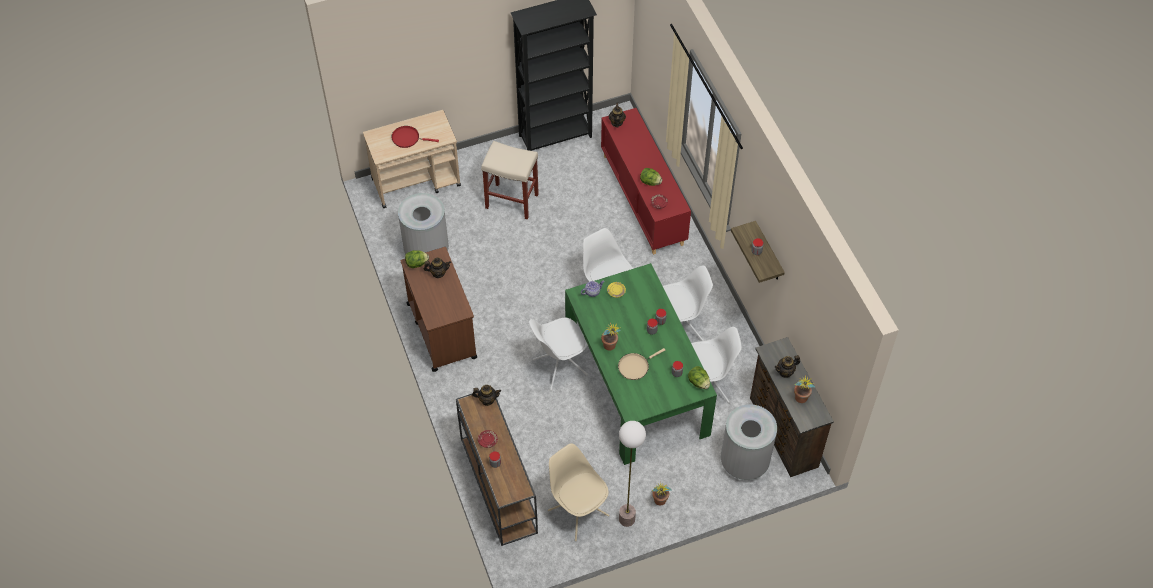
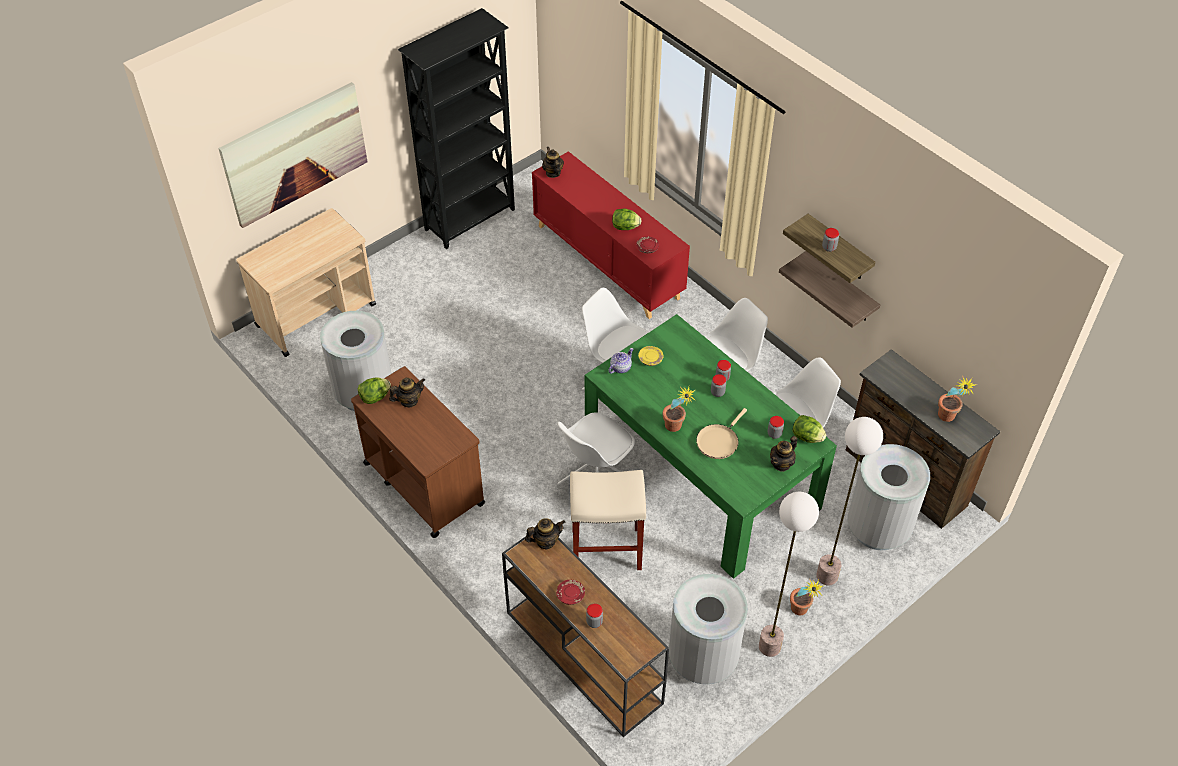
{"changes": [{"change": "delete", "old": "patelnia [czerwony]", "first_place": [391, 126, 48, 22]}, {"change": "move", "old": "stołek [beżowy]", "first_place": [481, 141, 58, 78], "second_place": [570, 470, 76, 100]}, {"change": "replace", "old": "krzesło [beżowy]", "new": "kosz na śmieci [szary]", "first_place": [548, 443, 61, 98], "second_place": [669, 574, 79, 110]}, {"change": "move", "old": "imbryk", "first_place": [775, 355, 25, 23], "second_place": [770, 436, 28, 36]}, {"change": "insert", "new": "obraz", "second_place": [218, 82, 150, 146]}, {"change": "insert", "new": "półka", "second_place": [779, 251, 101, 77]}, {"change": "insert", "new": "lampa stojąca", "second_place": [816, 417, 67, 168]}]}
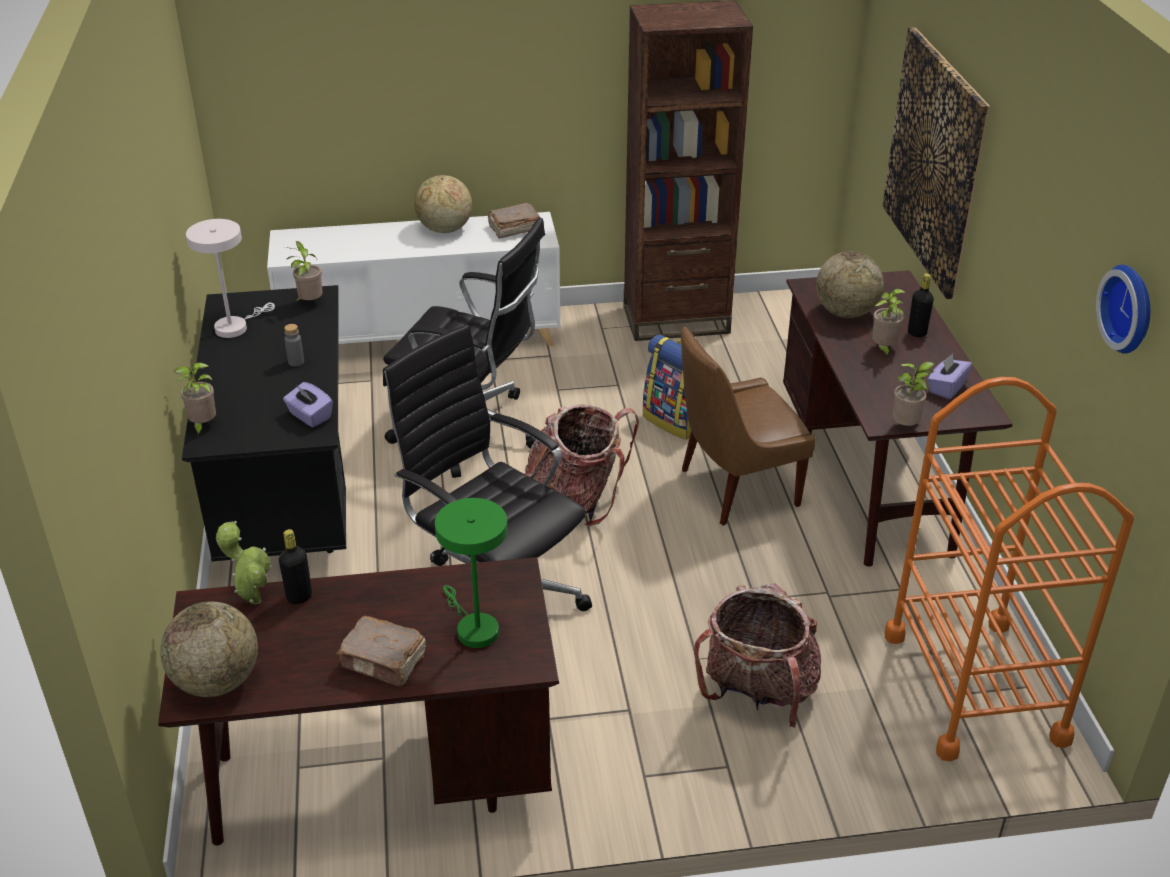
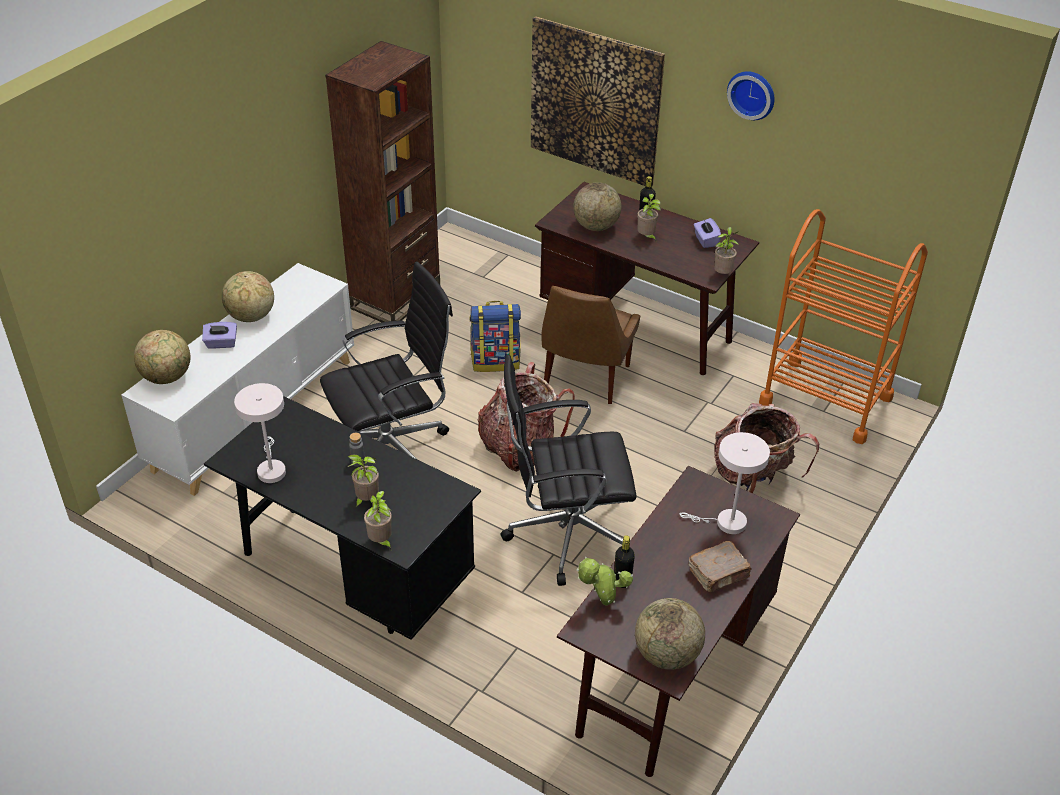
{"changes": [{"change": "move", "old": "pudełko chusteczek [fioletowy]", "first_place": [283, 382, 50, 45], "second_place": [202, 322, 35, 27]}, {"change": "move", "old": "roślina doniczkowa", "first_place": [285, 241, 38, 60], "second_place": [348, 455, 31, 53]}, {"change": "recolor", "old": "lampa stołowa [zielony]", "new": "lampa stołowa [biały]", "first_place": [435, 498, 73, 150], "second_place": [679, 432, 91, 102]}, {"change": "delete", "old": "książka [brązowy]", "first_place": [488, 203, 52, 36]}, {"change": "move", "old": "zegar ścienny", "first_place": [1096, 265, 54, 89], "second_place": [727, 71, 48, 49]}, {"change": "insert", "new": "globus", "second_place": [134, 330, 57, 54]}]}
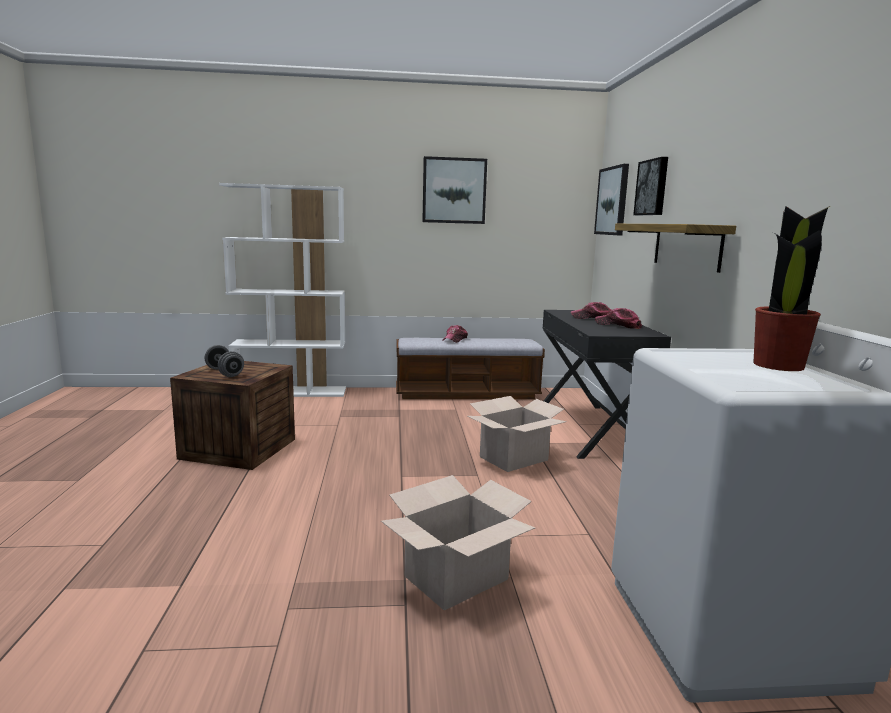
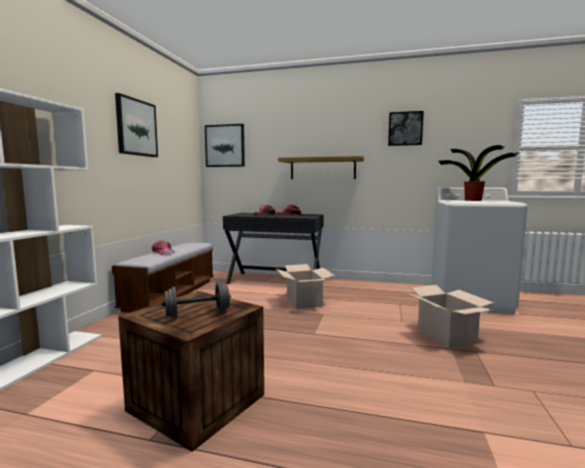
{"changes": [{"change": "move", "old": "obraz", "first_place": [633, 157, 35, 58], "second_place": [388, 111, 36, 35]}]}
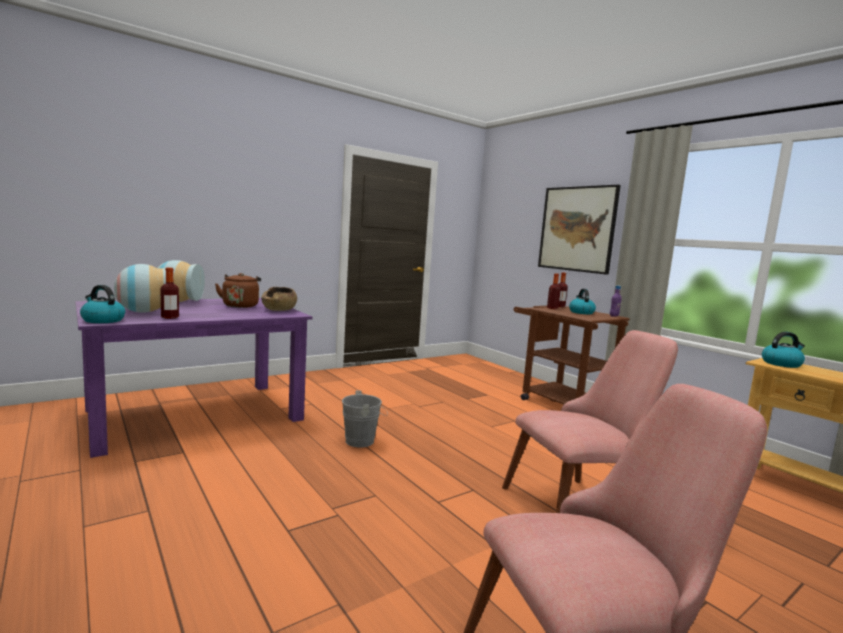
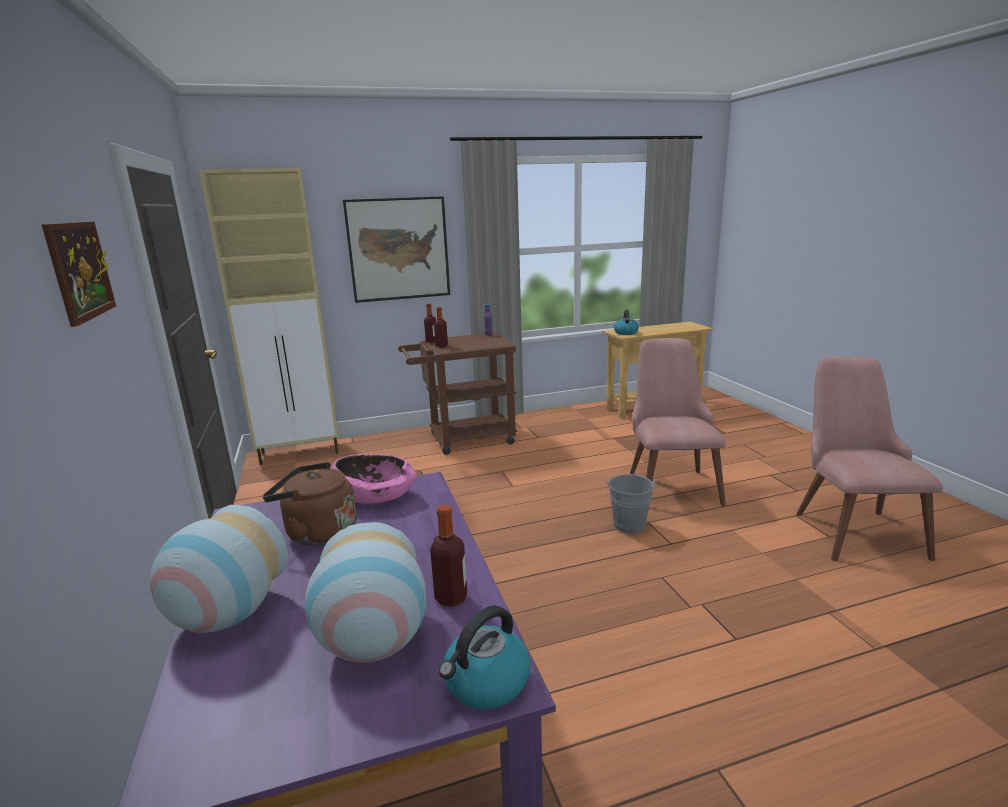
{"changes": [{"change": "recolor", "old": "miska [brązowy]", "new": "miska [różowy]", "first_place": [261, 287, 36, 24], "second_place": [331, 454, 86, 50]}, {"change": "move", "old": "wiadro [szary]", "first_place": [342, 390, 46, 57], "second_place": [607, 474, 49, 60]}, {"change": "delete", "old": "czajnik", "first_place": [569, 289, 27, 25]}, {"change": "insert", "new": "obraz", "second_place": [42, 222, 74, 105]}, {"change": "insert", "new": "szafka [beżowy]", "second_place": [199, 168, 139, 297]}]}
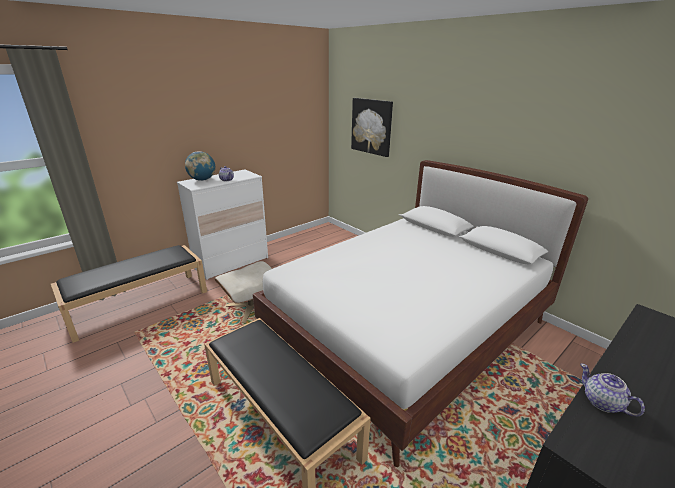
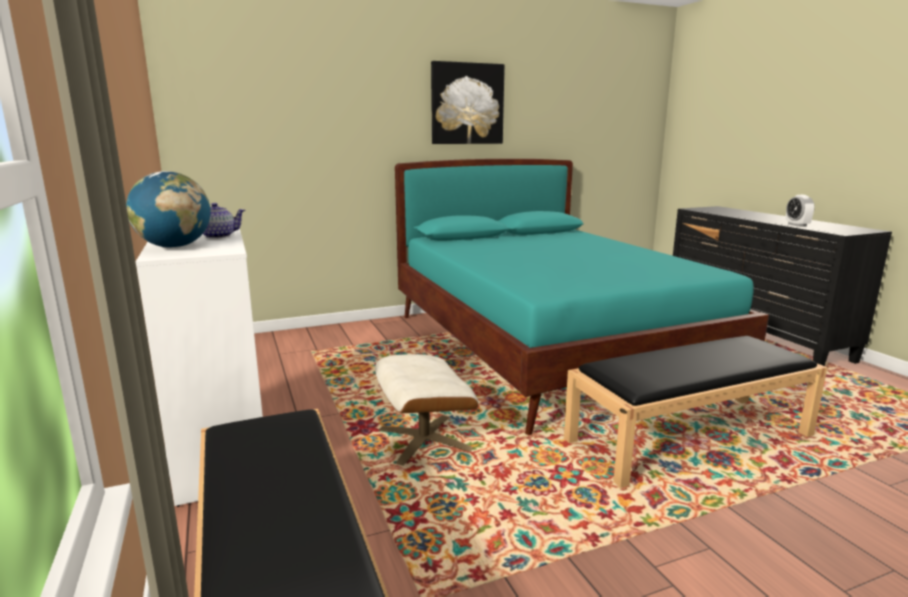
{"changes": [{"change": "recolor", "old": "łóżko [biały]", "new": "łóżko [turkusowy]", "first_place": [253, 160, 335, 307], "second_place": [395, 159, 374, 276]}, {"change": "move", "old": "obraz", "first_place": [351, 98, 42, 59], "second_place": [431, 61, 74, 83]}, {"change": "replace", "old": "imbryk", "new": "budzik", "first_place": [580, 363, 65, 54], "second_place": [786, 195, 29, 32]}]}
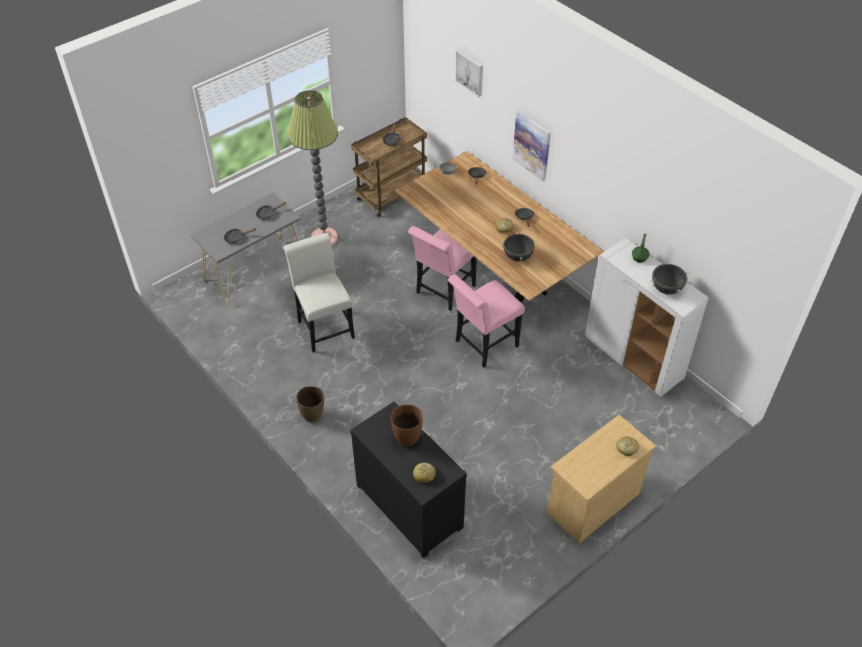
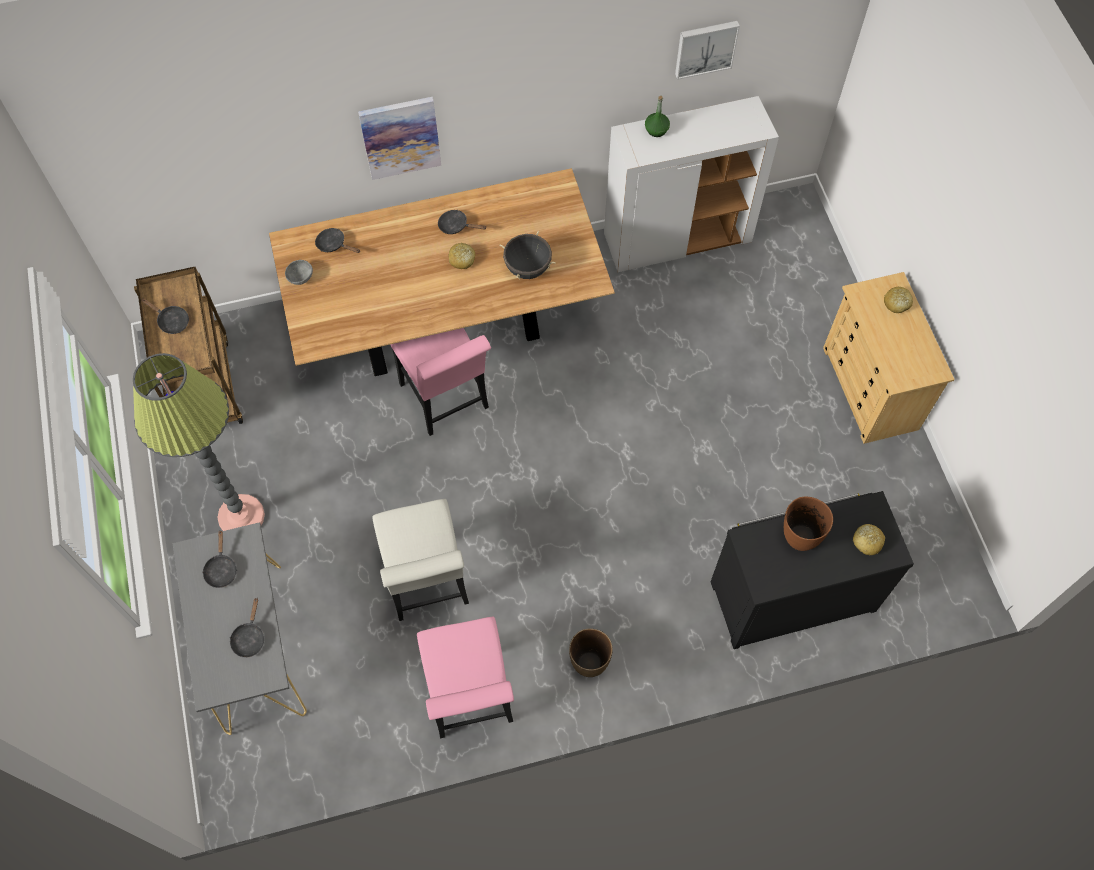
{"changes": [{"change": "rotate", "old": "krzesło [biały]", "first_place": [283, 233, 72, 119], "second_place": [372, 499, 97, 122], "degrees": -105}, {"change": "move", "old": "krzesło [różowy]", "first_place": [448, 274, 77, 94], "second_place": [417, 616, 97, 122]}, {"change": "move", "old": "obraz", "first_place": [455, 50, 28, 47], "second_place": [675, 21, 65, 59]}, {"change": "delete", "old": "garnek [czarny]", "first_place": [650, 262, 39, 32]}]}
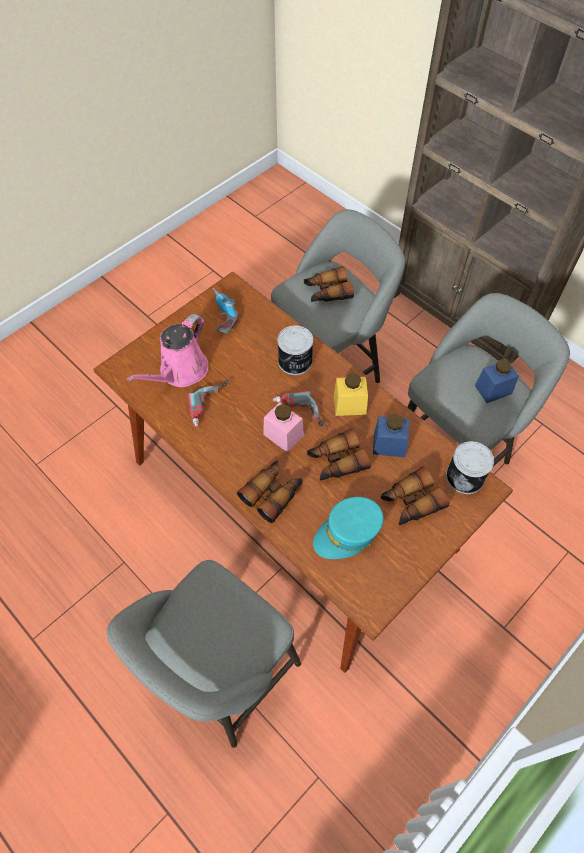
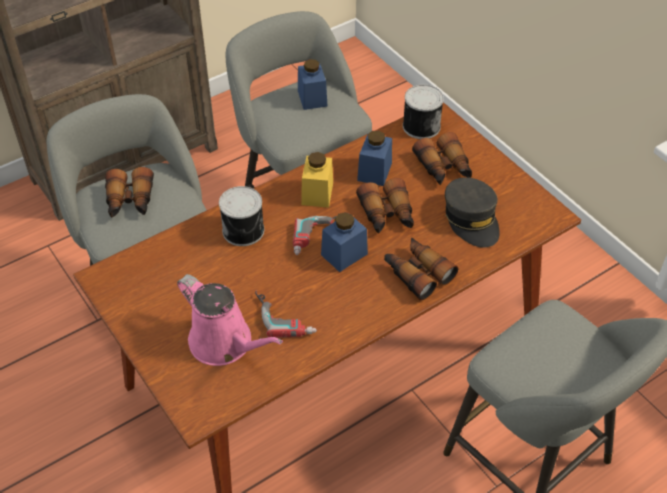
{"changes": [{"change": "delete", "old": "wiertarka", "first_place": [213, 288, 25, 45]}, {"change": "recolor", "old": "słoik [różowy]", "new": "słoik [niebieski]", "first_place": [263, 402, 41, 51], "second_place": [321, 212, 47, 60]}, {"change": "recolor", "old": "czapka z daszkiem [turkusowy]", "new": "czapka z daszkiem [szary]", "first_place": [313, 497, 70, 62], "second_place": [445, 177, 55, 71]}]}
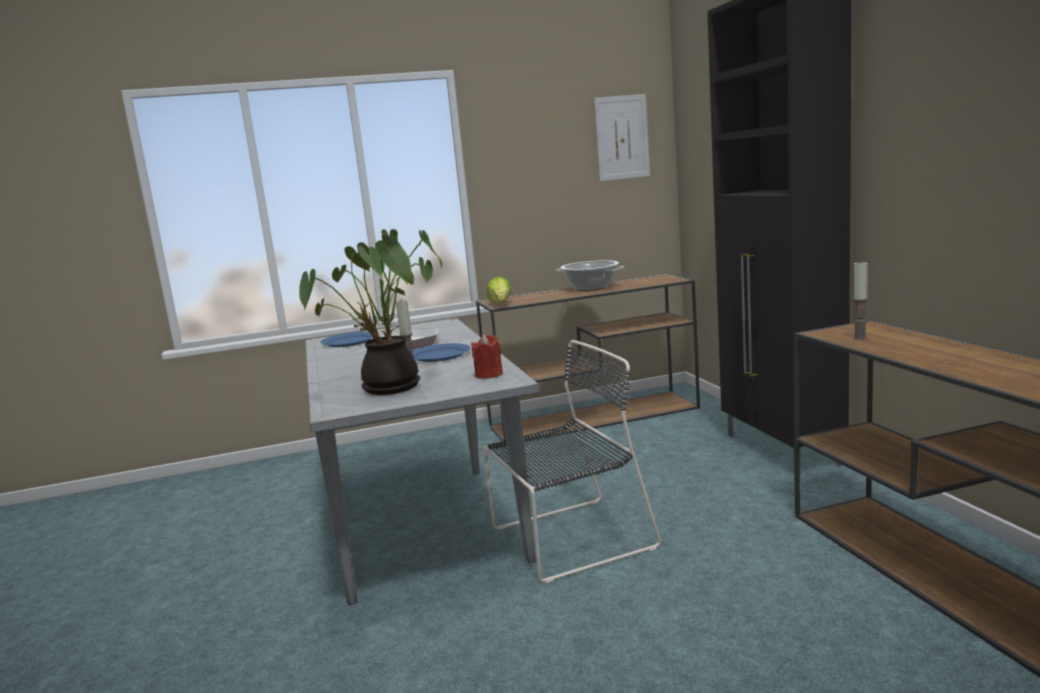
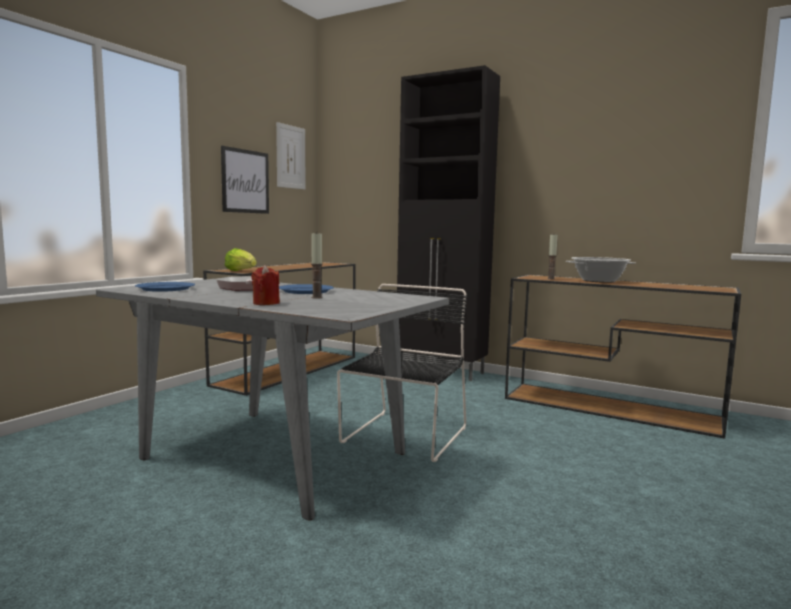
{"changes": [{"change": "delete", "old": "roślina doniczkowa", "first_place": [299, 229, 143, 166]}, {"change": "move", "old": "świeca [czerwony]", "first_place": [471, 335, 32, 44], "second_place": [252, 265, 28, 40]}, {"change": "move", "old": "garnek", "first_place": [556, 260, 68, 31], "second_place": [566, 257, 70, 26]}, {"change": "insert", "new": "obraz", "second_place": [221, 146, 48, 68]}]}
